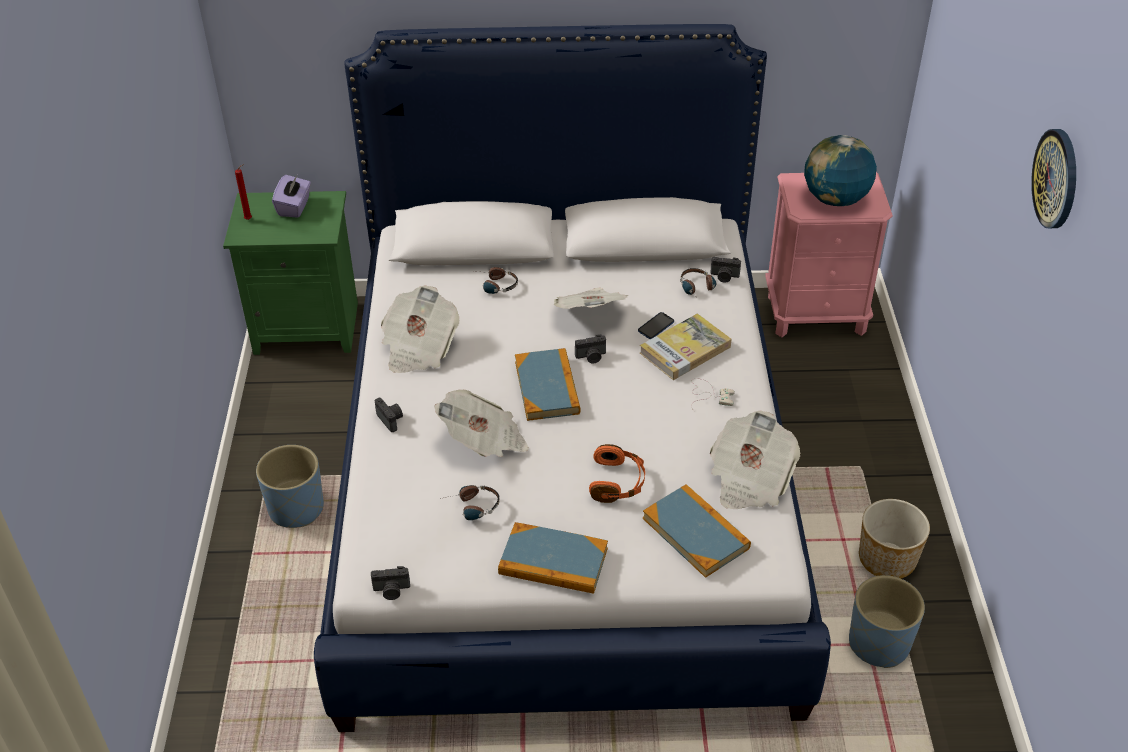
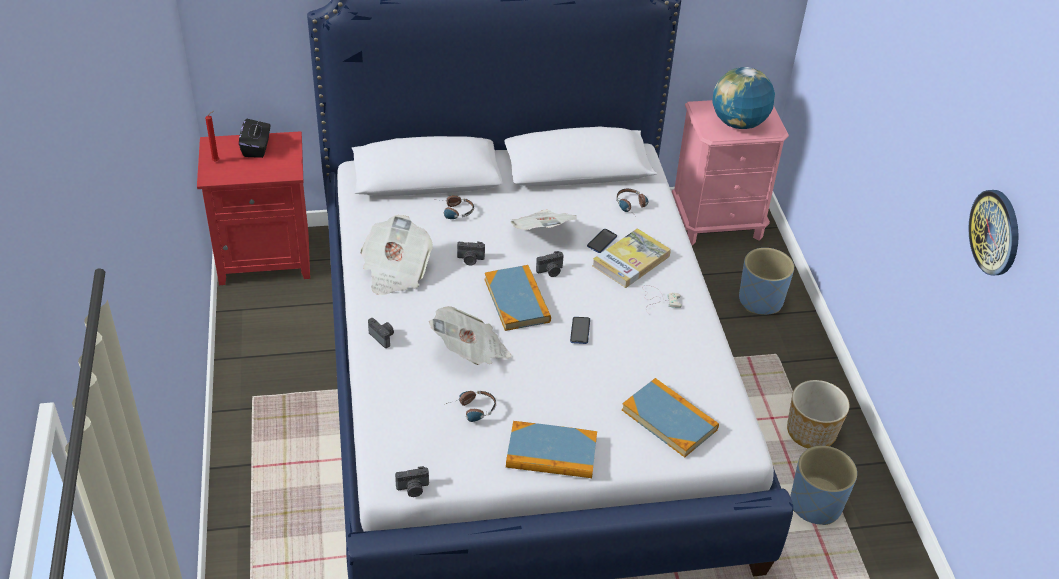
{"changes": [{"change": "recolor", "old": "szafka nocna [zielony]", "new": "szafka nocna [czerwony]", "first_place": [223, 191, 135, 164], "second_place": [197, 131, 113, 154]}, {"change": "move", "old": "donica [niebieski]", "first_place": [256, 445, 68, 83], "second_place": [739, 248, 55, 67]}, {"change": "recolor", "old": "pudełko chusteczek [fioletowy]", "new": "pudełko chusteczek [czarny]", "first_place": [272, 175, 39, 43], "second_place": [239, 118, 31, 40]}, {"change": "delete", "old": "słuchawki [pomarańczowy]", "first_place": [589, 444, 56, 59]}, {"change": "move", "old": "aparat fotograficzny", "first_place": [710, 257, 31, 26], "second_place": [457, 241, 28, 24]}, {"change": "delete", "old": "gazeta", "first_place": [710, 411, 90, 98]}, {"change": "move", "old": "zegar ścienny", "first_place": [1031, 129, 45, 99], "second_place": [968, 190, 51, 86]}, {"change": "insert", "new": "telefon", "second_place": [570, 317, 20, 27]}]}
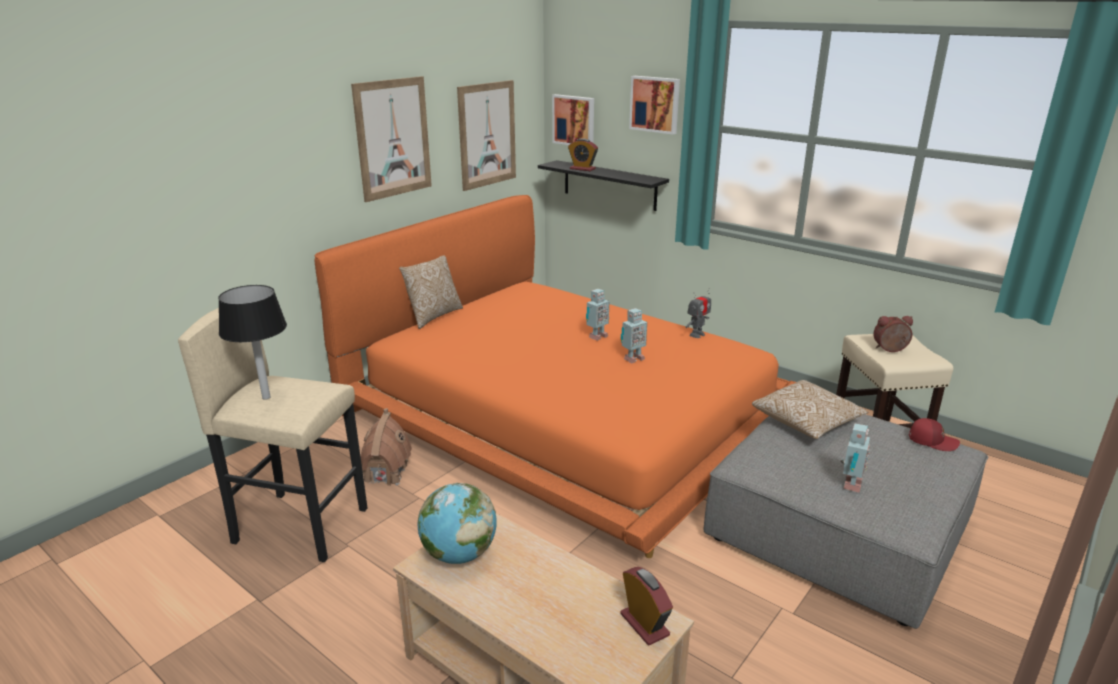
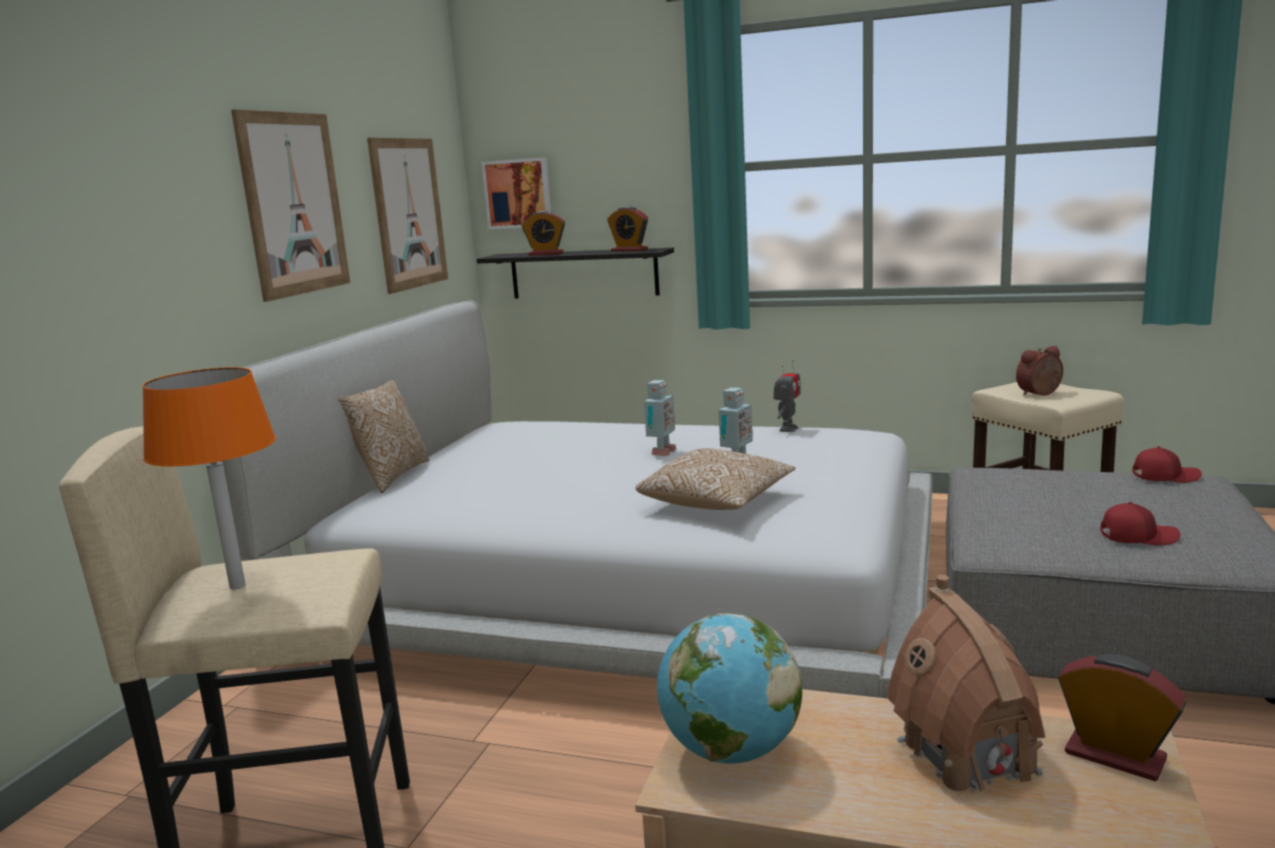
{"changes": [{"change": "recolor", "old": "lampa stołowa [czarny]", "new": "lampa stołowa [pomarańczowy]", "first_place": [218, 285, 69, 115], "second_place": [142, 367, 134, 222]}, {"change": "recolor", "old": "łóżko [pomarańczowy]", "new": "łóżko [biały]", "first_place": [314, 195, 482, 363], "second_place": [220, 300, 713, 399]}, {"change": "move", "old": "domek", "first_place": [360, 408, 52, 78], "second_place": [887, 575, 158, 221]}, {"change": "delete", "old": "obraz", "first_place": [629, 76, 51, 59]}, {"change": "move", "old": "poduszka", "first_place": [752, 380, 116, 59], "second_place": [636, 448, 159, 62]}, {"change": "replace", "old": "robot zabawkowy", "new": "czapka z daszkiem [czerwony]", "first_place": [841, 424, 29, 69], "second_place": [1100, 502, 81, 44]}, {"change": "insert", "new": "budzik", "second_place": [607, 206, 41, 46]}]}
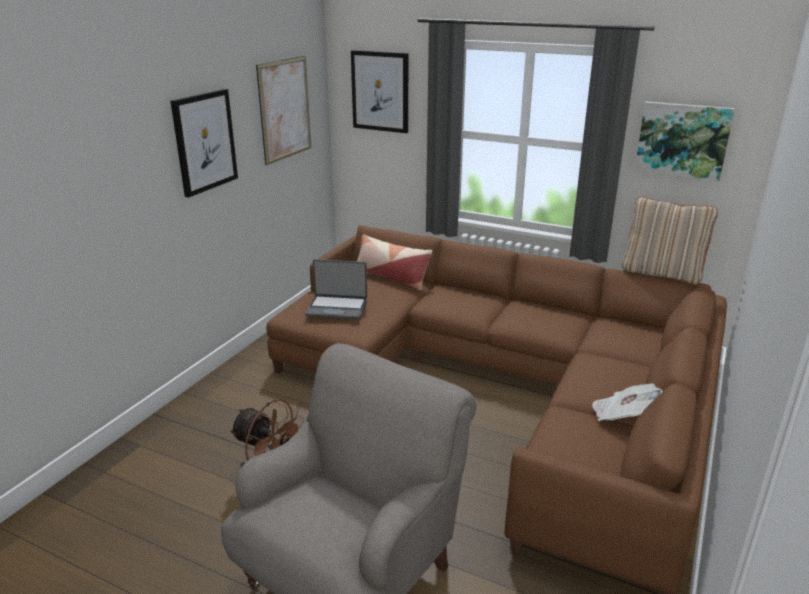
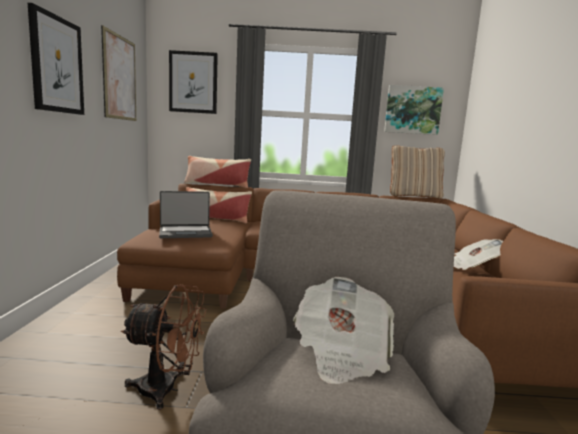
{"changes": [{"change": "insert", "new": "poduszka", "second_place": [184, 156, 67, 32]}, {"change": "insert", "new": "gazeta", "second_place": [293, 277, 101, 107]}]}
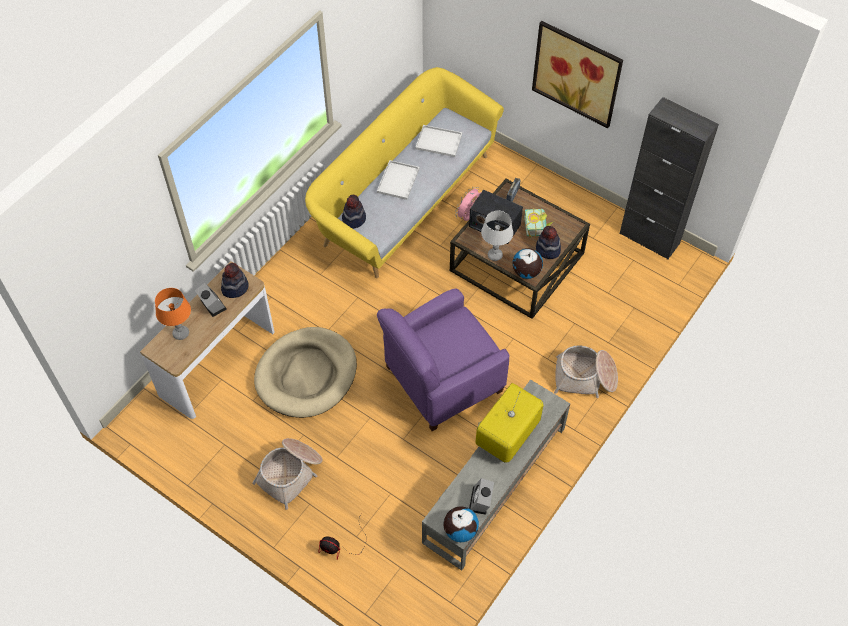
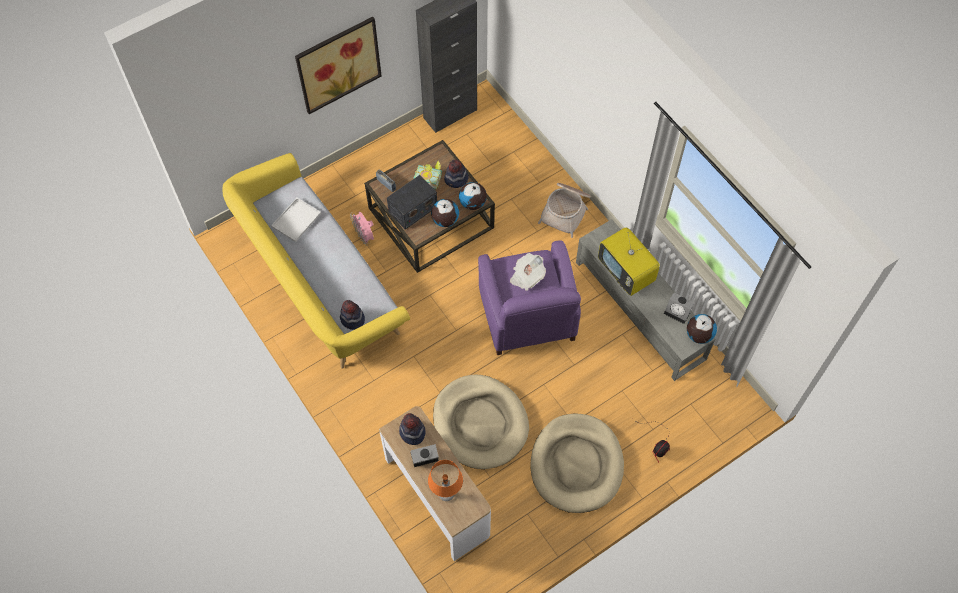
{"changes": [{"change": "replace", "old": "koszyk", "new": "legowisko [beżowy]", "first_place": [252, 438, 70, 72], "second_place": [531, 414, 93, 99]}, {"change": "delete", "old": "taca [biały]", "first_place": [377, 160, 42, 40]}, {"change": "replace", "old": "lampa stołowa [szary]", "new": "globus", "first_place": [481, 211, 32, 50], "second_place": [431, 199, 28, 28]}, {"change": "insert", "new": "gazeta", "second_place": [510, 253, 36, 38]}]}
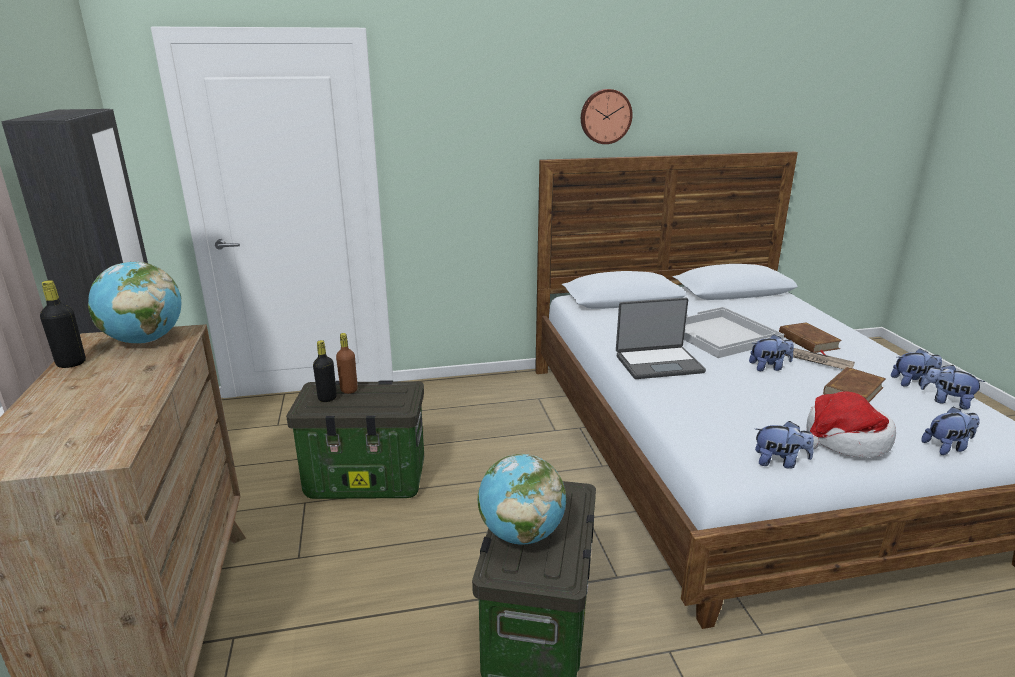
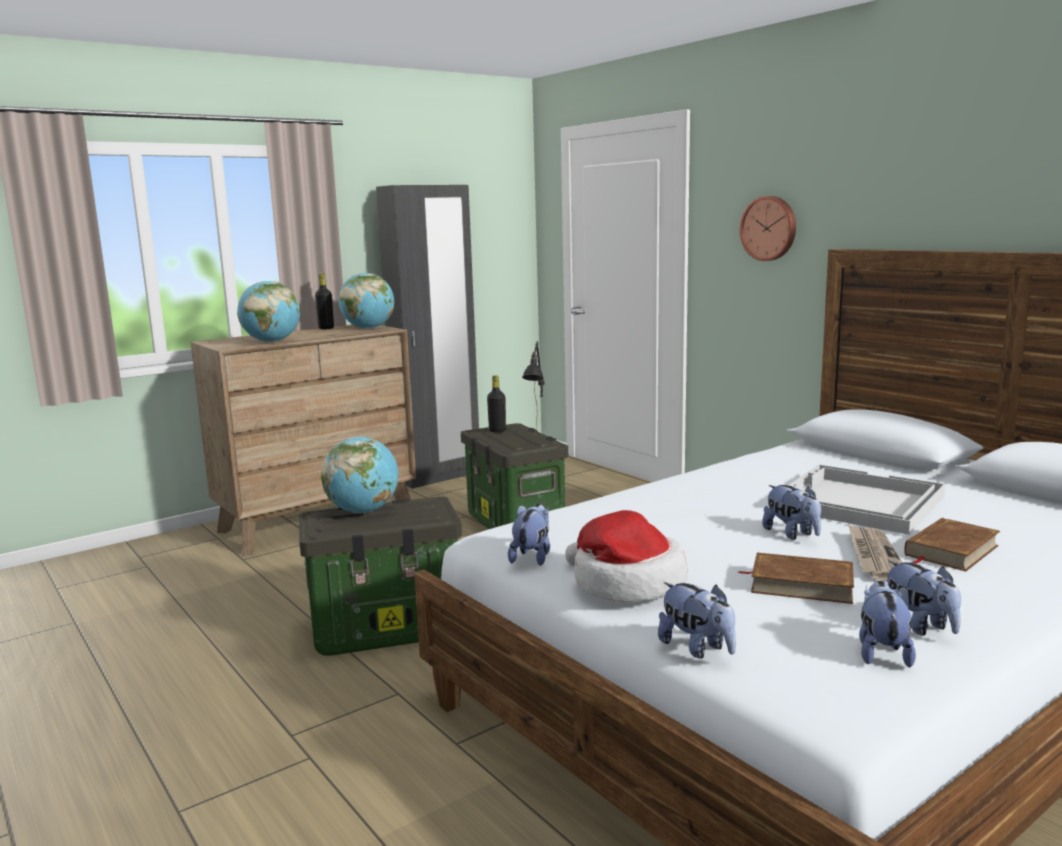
{"changes": [{"change": "delete", "old": "butelka [brązowy]", "first_place": [336, 333, 22, 61]}, {"change": "move", "old": "zegar ścienny", "first_place": [581, 89, 52, 55], "second_place": [740, 196, 56, 65]}, {"change": "delete", "old": "laptop", "first_place": [616, 298, 90, 81]}, {"change": "rotate", "old": "pluszak", "first_place": [755, 421, 59, 48], "second_place": [508, 504, 42, 62], "degrees": -150}, {"change": "insert", "new": "globus", "second_place": [237, 281, 63, 61]}, {"change": "insert", "new": "lampa stołowa [czarny]", "second_place": [522, 341, 22, 93]}]}
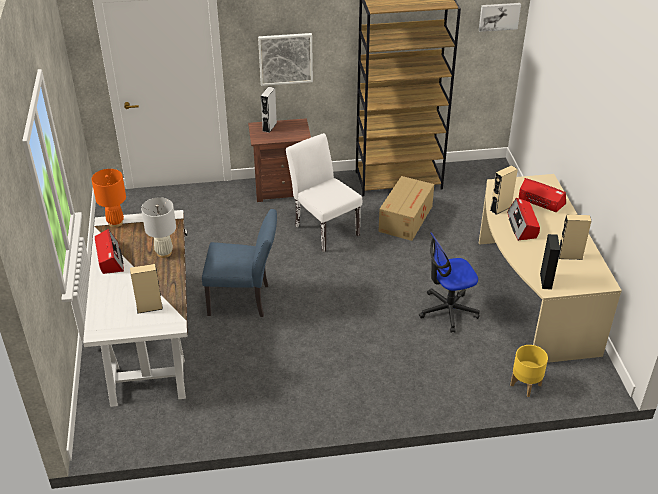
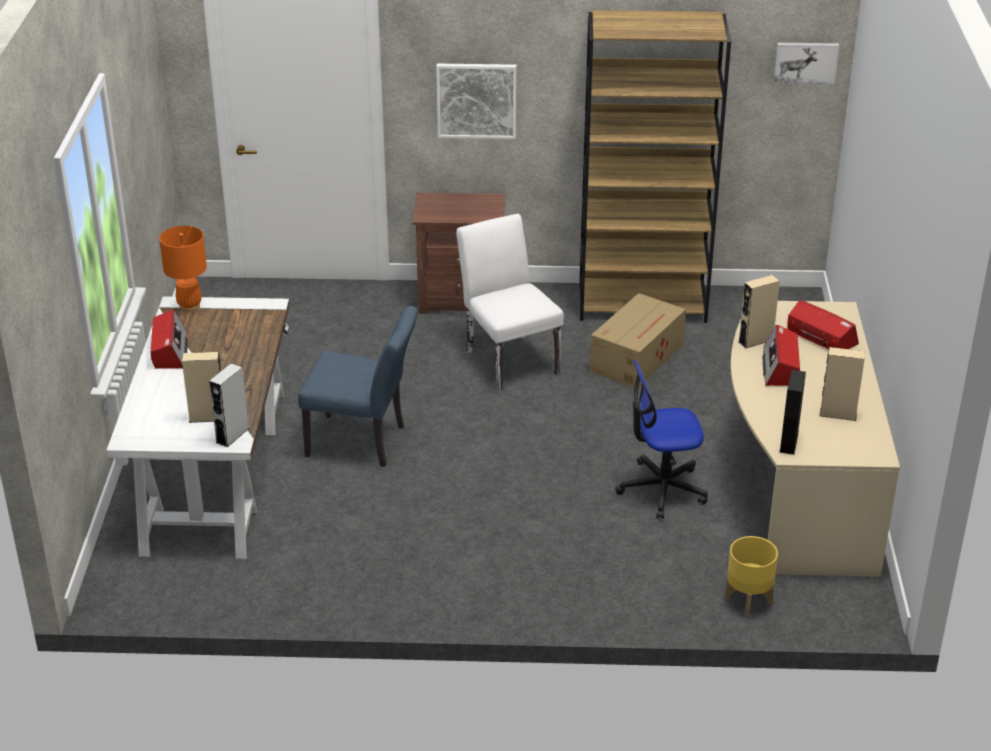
{"changes": [{"change": "delete", "old": "lampa stołowa [biały]", "first_place": [141, 197, 35, 61]}, {"change": "move", "old": "głośnik [szary]", "first_place": [261, 87, 16, 46], "second_place": [209, 363, 41, 84]}]}
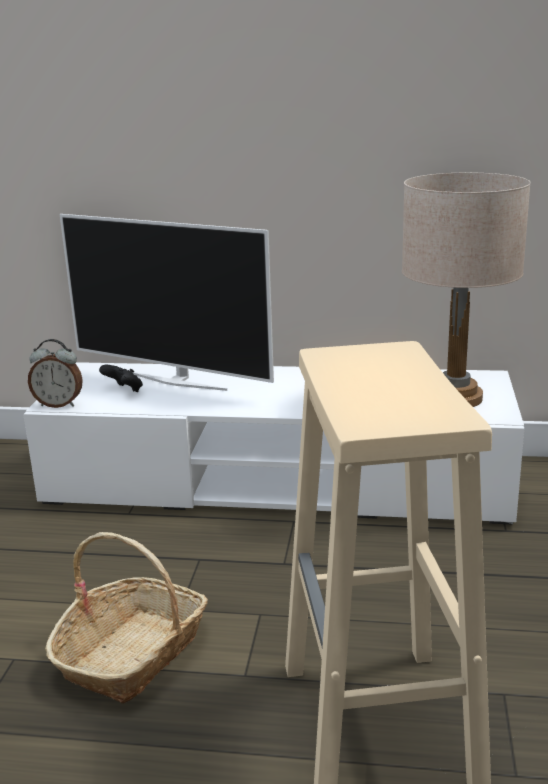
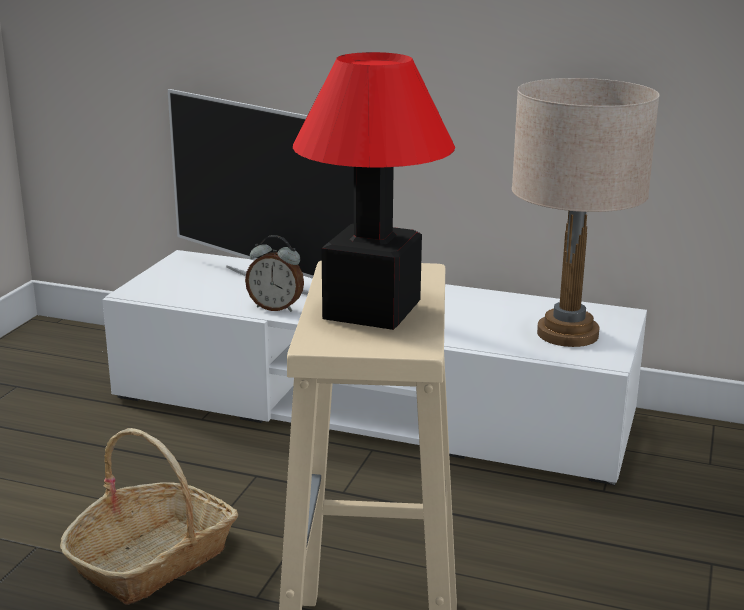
{"changes": [{"change": "move", "old": "budzik", "first_place": [28, 339, 55, 69], "second_place": [245, 235, 59, 77]}, {"change": "delete", "old": "pad do gier [czarny]", "first_place": [99, 365, 44, 27]}, {"change": "insert", "new": "lampa stołowa", "second_place": [293, 52, 162, 278]}]}
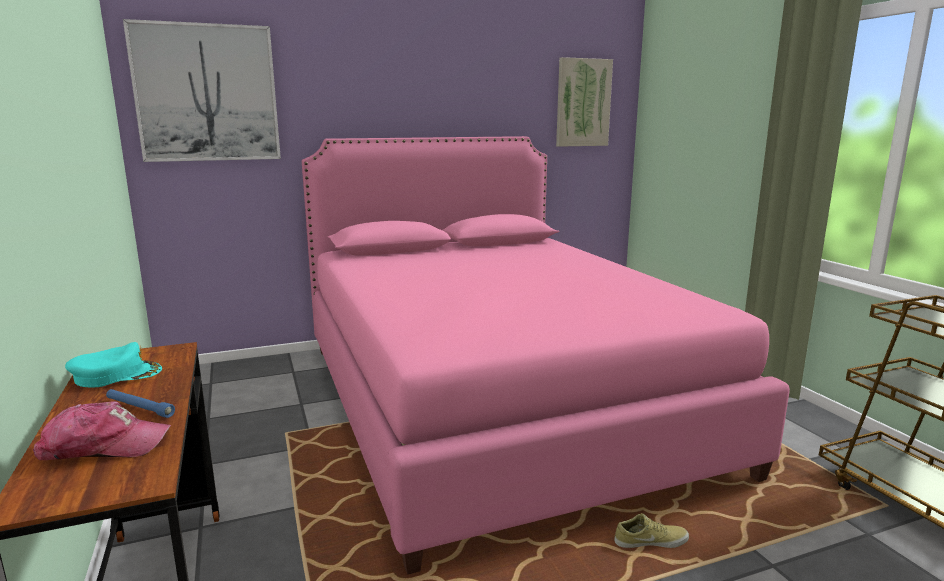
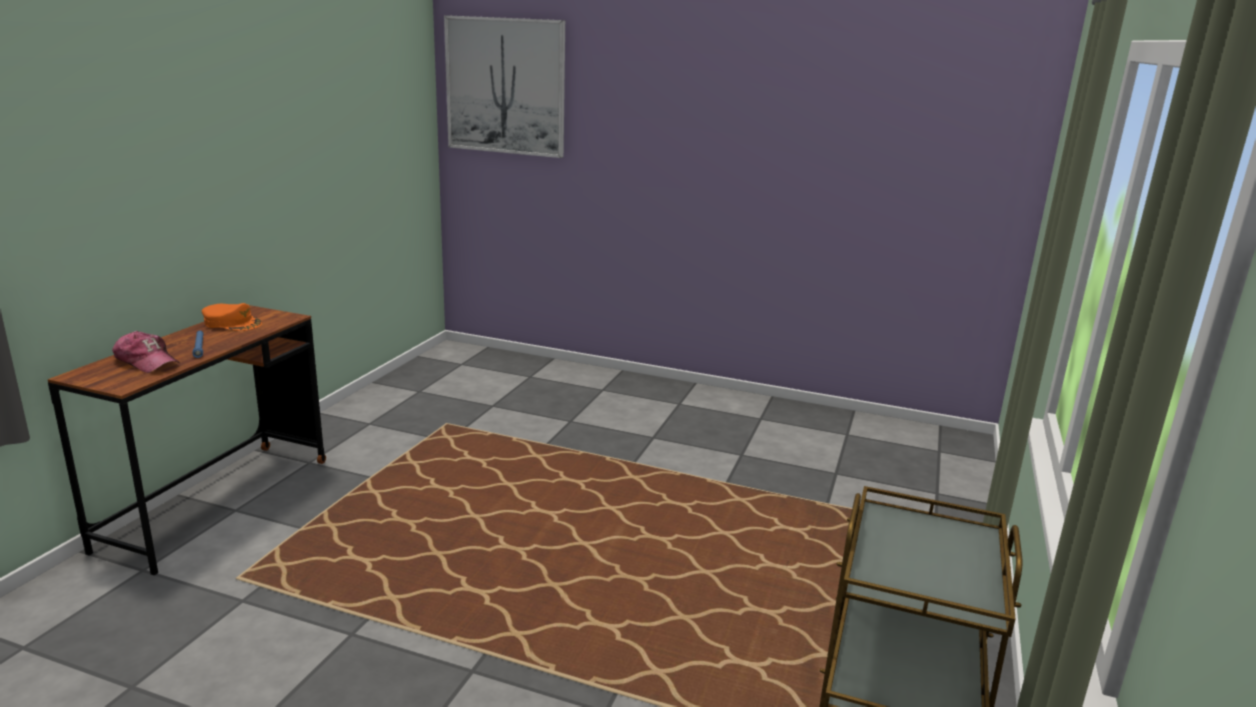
{"changes": [{"change": "recolor", "old": "czapka z daszkiem [turkusowy]", "new": "czapka z daszkiem [pomarańczowy]", "first_place": [65, 342, 97, 46], "second_place": [202, 303, 60, 28]}, {"change": "delete", "old": "łóżko [różowy]", "first_place": [302, 136, 488, 439]}, {"change": "delete", "old": "obraz", "first_place": [556, 57, 57, 90]}, {"change": "delete", "old": "but [beżowy]", "first_place": [614, 513, 75, 35]}]}
